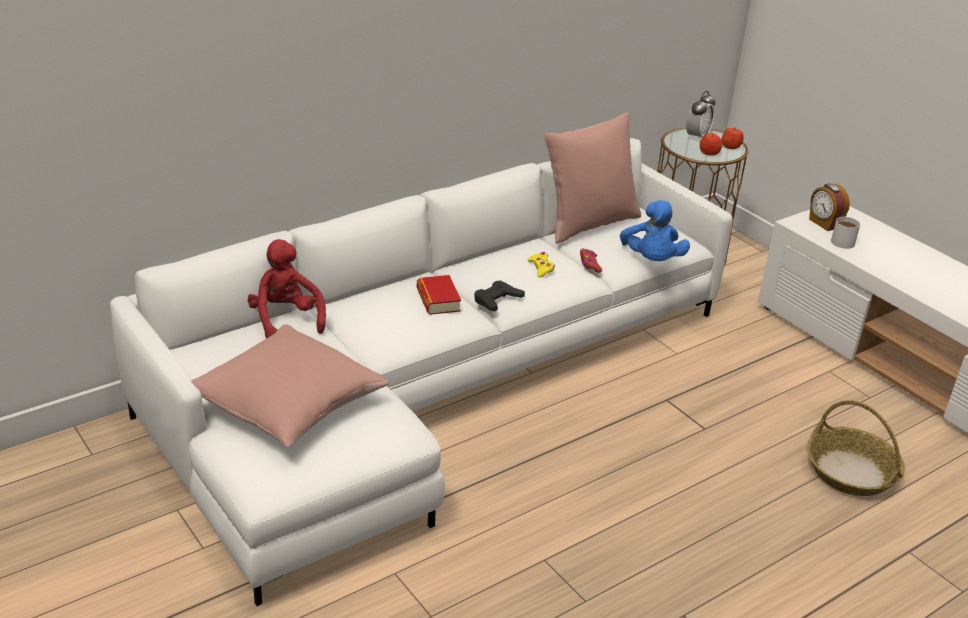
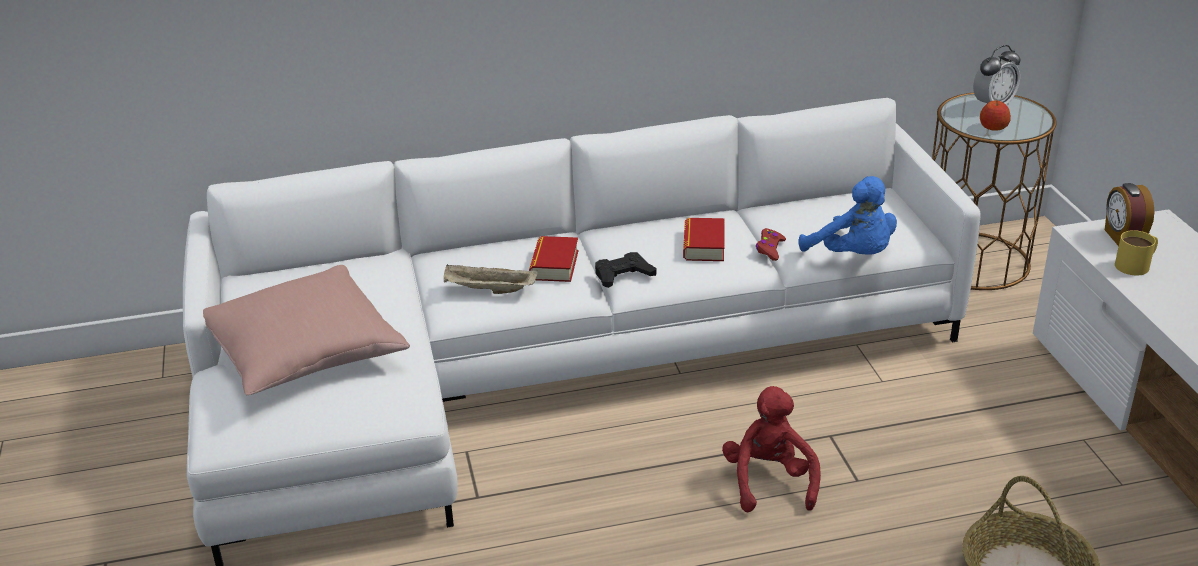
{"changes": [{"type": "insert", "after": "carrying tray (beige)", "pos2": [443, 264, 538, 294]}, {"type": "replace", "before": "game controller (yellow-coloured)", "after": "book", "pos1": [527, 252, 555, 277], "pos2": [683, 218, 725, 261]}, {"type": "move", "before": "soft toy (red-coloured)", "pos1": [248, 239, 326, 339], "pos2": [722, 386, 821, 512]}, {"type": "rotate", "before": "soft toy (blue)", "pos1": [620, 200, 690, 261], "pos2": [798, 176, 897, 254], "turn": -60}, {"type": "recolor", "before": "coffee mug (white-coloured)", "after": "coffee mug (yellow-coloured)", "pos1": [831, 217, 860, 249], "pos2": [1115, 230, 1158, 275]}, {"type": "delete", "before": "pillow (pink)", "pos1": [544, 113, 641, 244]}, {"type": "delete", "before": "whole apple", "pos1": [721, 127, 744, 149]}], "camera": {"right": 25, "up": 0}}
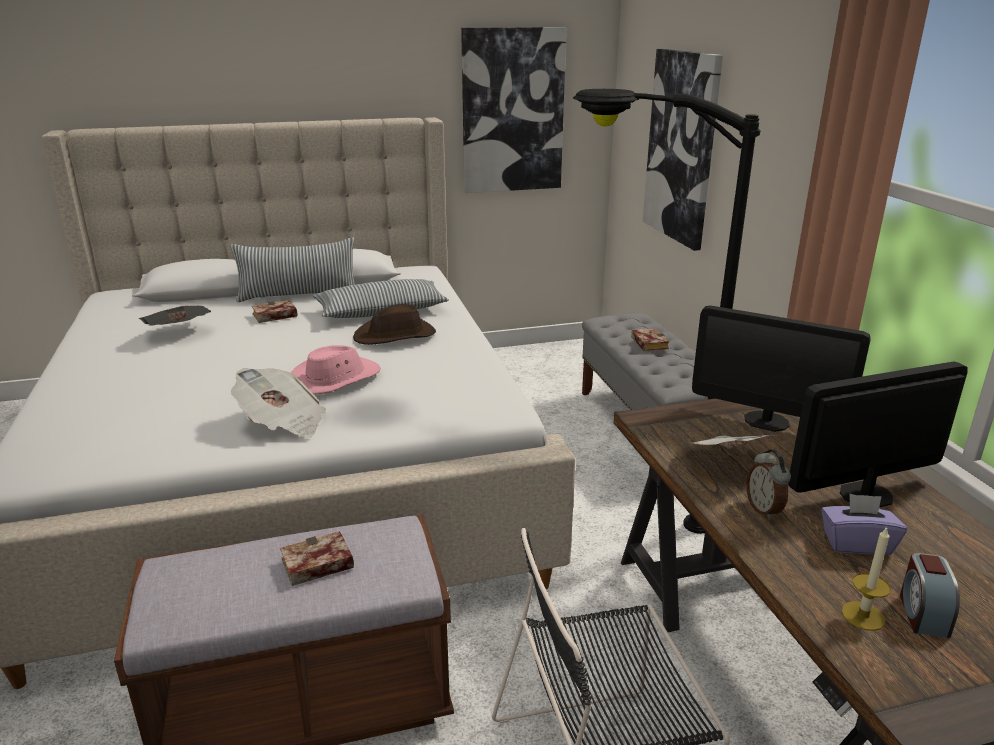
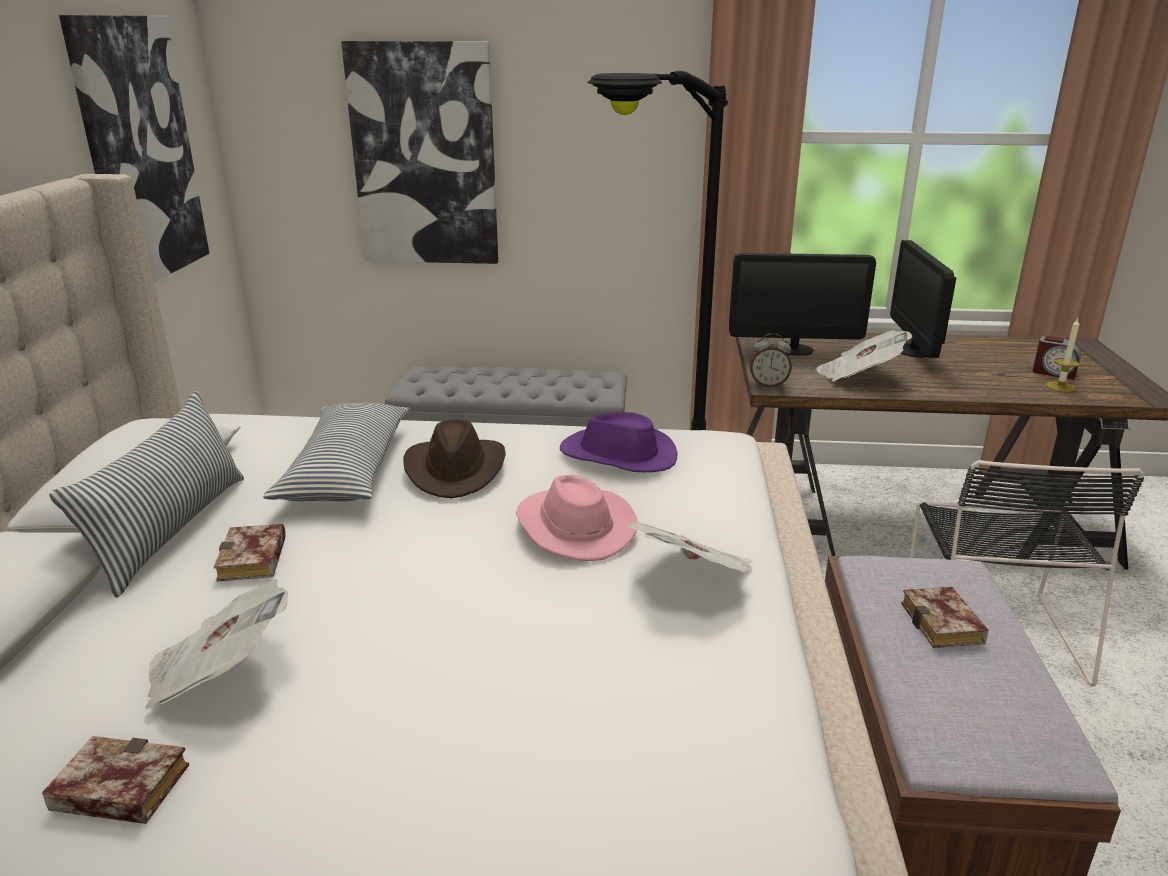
{"changes": [{"type": "move", "before": "book", "pos1": [631, 328, 669, 351], "pos2": [42, 736, 189, 824]}, {"type": "insert", "after": "hat (purple)", "pos2": [560, 412, 678, 472]}, {"type": "rotate", "before": "monitor", "pos1": [692, 305, 871, 432], "pos2": [729, 253, 876, 356], "turn": 45}, {"type": "move", "before": "table clock", "pos1": [746, 450, 791, 520], "pos2": [750, 333, 792, 387]}, {"type": "delete", "before": "tissue holder (purple)", "pos1": [821, 493, 907, 555]}], "camera": {"right": -70, "up": 0}}
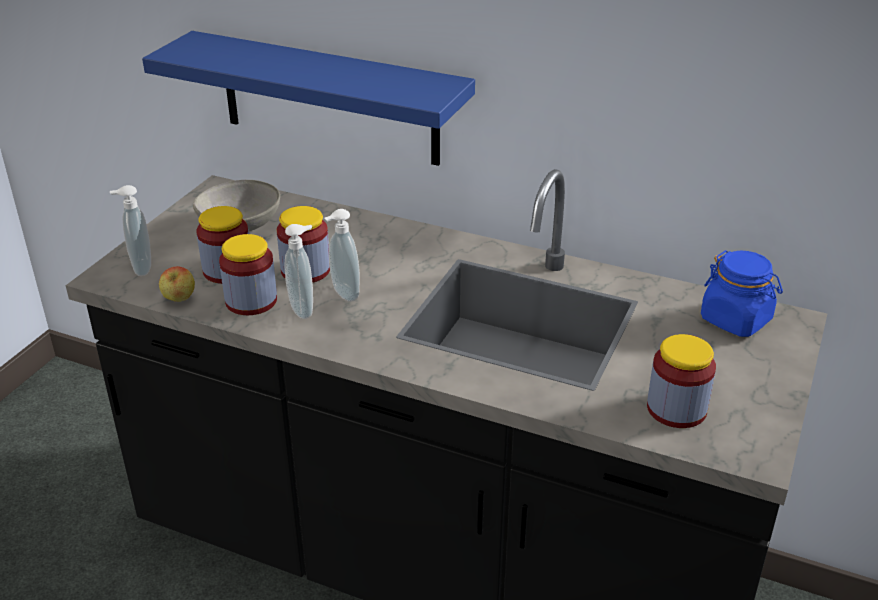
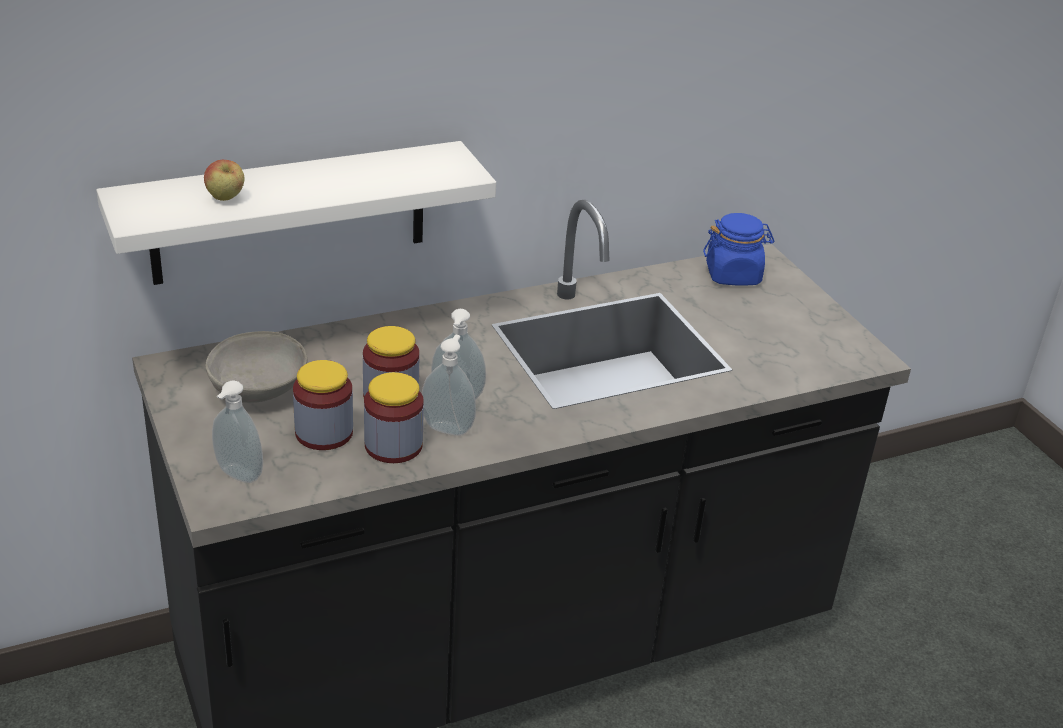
{"changes": [{"type": "recolor", "before": "shelf (blue)", "after": "shelf (white-coloured)", "pos1": [142, 31, 475, 166], "pos2": [96, 141, 496, 285]}, {"type": "move", "before": "whole apple", "pos1": [159, 266, 195, 302], "pos2": [204, 160, 245, 201]}, {"type": "delete", "before": "storage jar", "pos1": [647, 334, 716, 428]}], "camera": {"right": -50, "up": 0}}
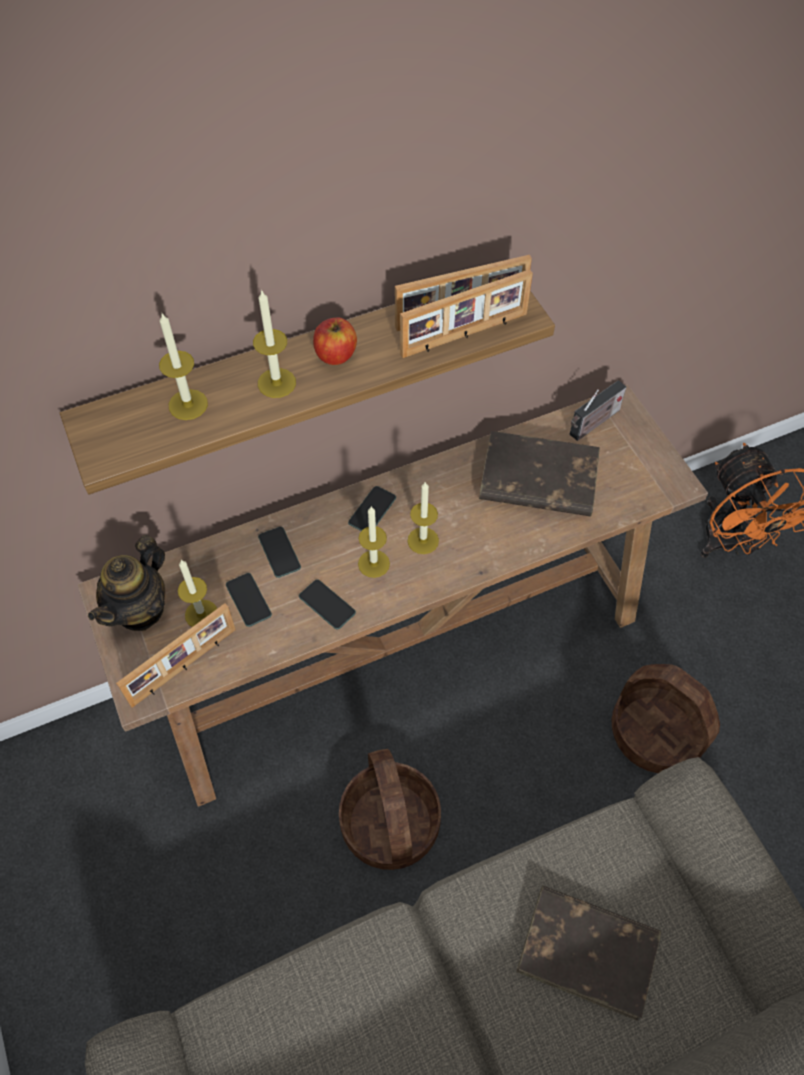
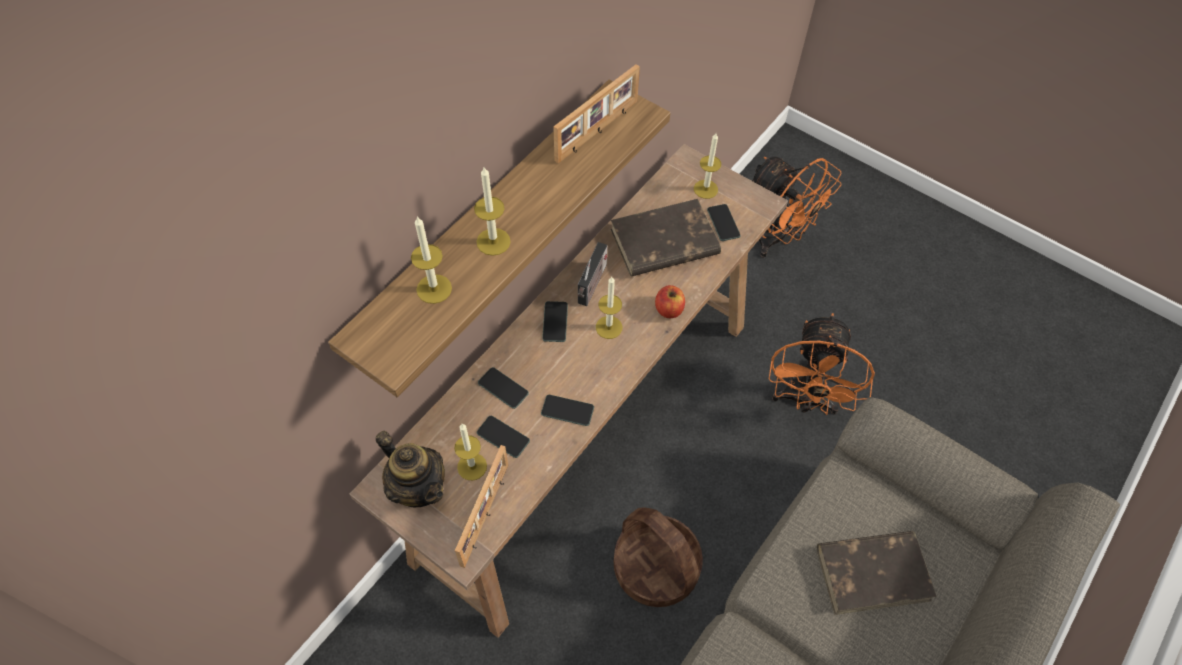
{"changes": [{"type": "rotate", "before": "teapot", "pos1": [88, 535, 165, 631], "pos2": [376, 431, 445, 507], "turn": -45}, {"type": "move", "before": "radio receiver", "pos1": [570, 380, 626, 441], "pos2": [578, 242, 608, 306]}, {"type": "move", "before": "whole apple", "pos1": [313, 317, 357, 365], "pos2": [655, 285, 685, 318]}, {"type": "move", "before": "candle", "pos1": [358, 507, 390, 578], "pos2": [694, 133, 721, 199]}, {"type": "insert", "after": "handset", "pos2": [707, 204, 741, 241]}, {"type": "replace", "before": "household basket", "after": "fan (orange)", "pos1": [612, 664, 720, 773], "pos2": [769, 313, 875, 415]}, {"type": "delete", "before": "photo frame", "pos1": [400, 269, 533, 358]}], "camera": {"right": -30, "up": 0}}
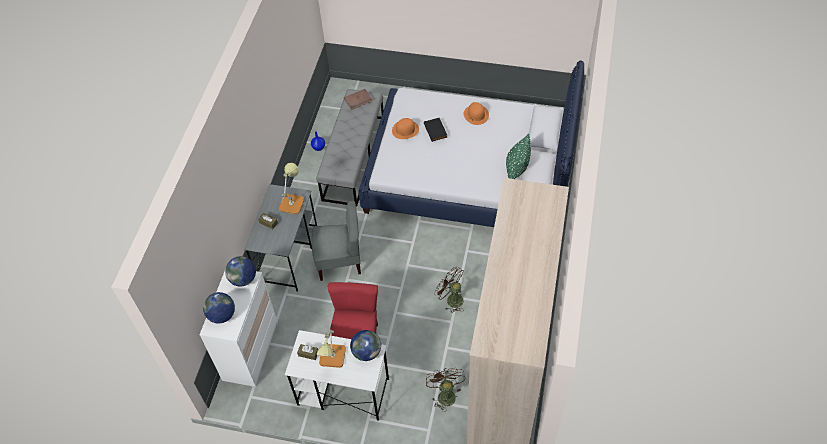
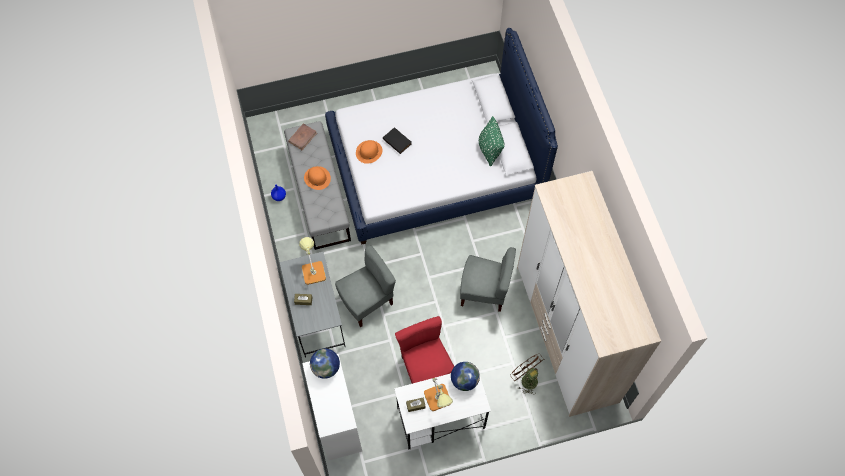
{"changes": [{"type": "move", "before": "hat (orange)", "pos1": [463, 102, 489, 125], "pos2": [304, 166, 331, 190]}, {"type": "replace", "before": "fan (brownish)", "after": "chair (greyish)", "pos1": [434, 267, 464, 313], "pos2": [460, 247, 516, 312]}, {"type": "delete", "before": "world globe", "pos1": [203, 292, 235, 324]}], "camera": {"right": -30, "up": 10}}
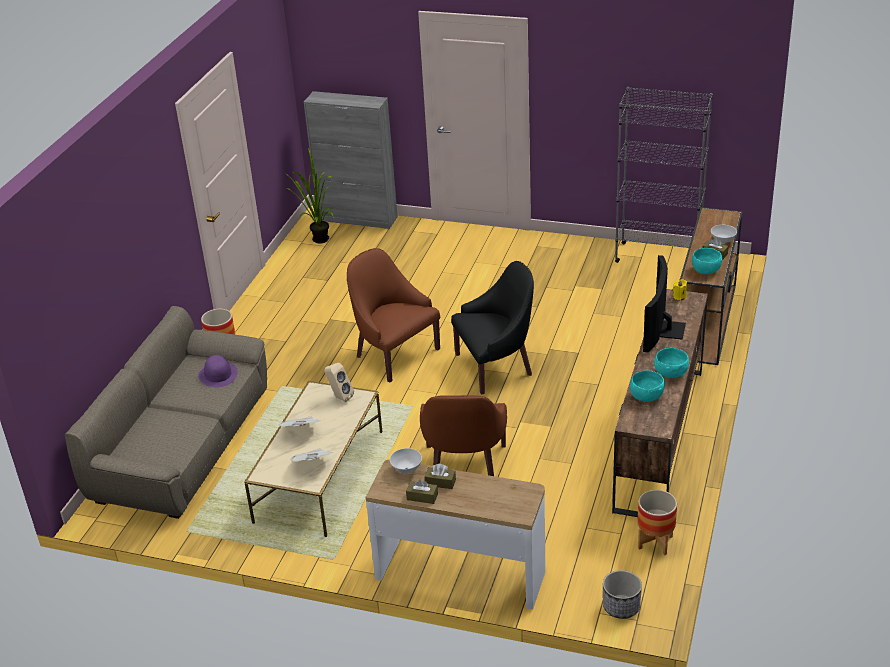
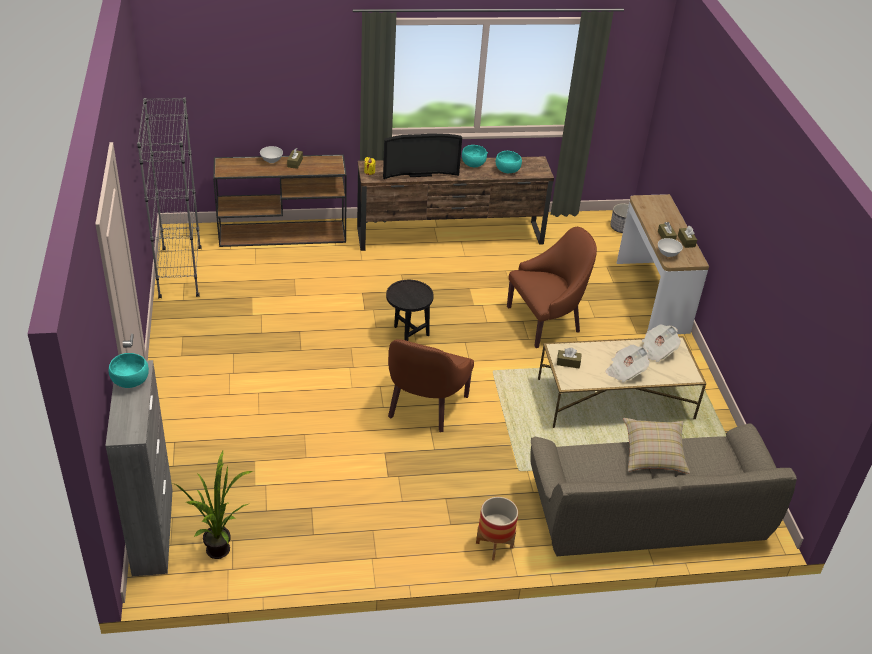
{"changes": [{"type": "move", "before": "bowl (turquoise)", "pos1": [692, 248, 722, 274], "pos2": [109, 353, 149, 388]}, {"type": "replace", "before": "armchair (blackish)", "after": "side table (blackish)", "pos1": [451, 261, 534, 395], "pos2": [386, 280, 434, 341]}, {"type": "replace", "before": "audio speaker (beige)", "after": "tissue holder (brownish)", "pos1": [324, 363, 354, 402], "pos2": [557, 348, 582, 368]}, {"type": "insert", "after": "pillow (beige)", "pos2": [623, 418, 690, 474]}, {"type": "delete", "before": "hat (purple)", "pos1": [198, 355, 238, 388]}, {"type": "delete", "before": "flower pot", "pos1": [637, 490, 677, 555]}], "camera": {"right": -120, "up": 5}}
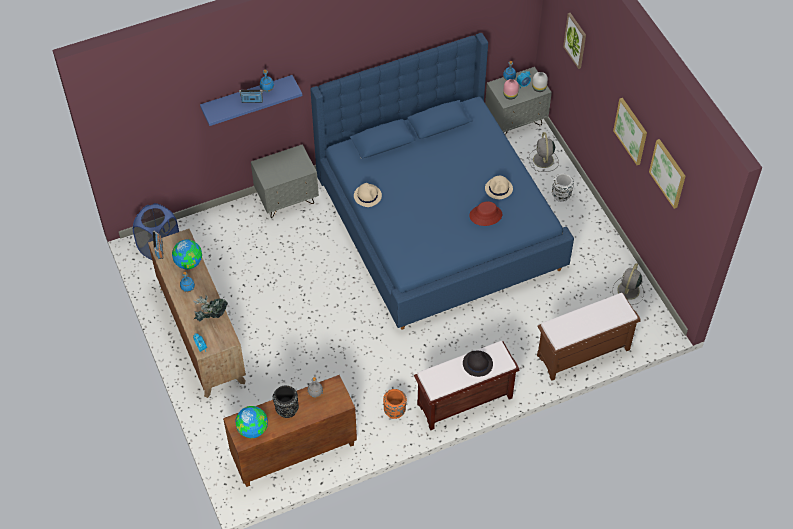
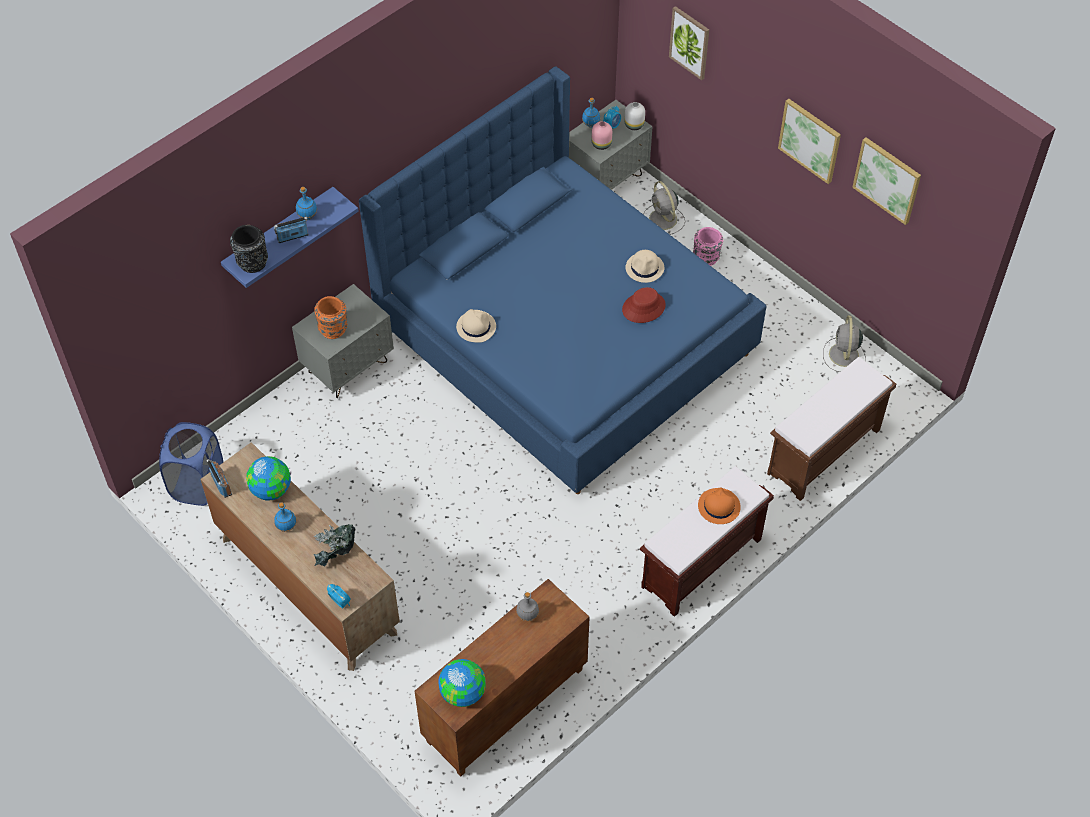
{"changes": [{"type": "move", "before": "flower vase (blackish)", "pos1": [273, 386, 299, 418], "pos2": [230, 225, 268, 273]}, {"type": "move", "before": "flower vase (orange)", "pos1": [383, 389, 407, 419], "pos2": [314, 296, 347, 339]}, {"type": "recolor", "before": "flower vase (white-coloured)", "after": "flower vase (pink)", "pos1": [552, 173, 574, 202], "pos2": [693, 227, 723, 266]}, {"type": "recolor", "before": "hat (blackish)", "after": "hat (orange)", "pos1": [463, 351, 493, 377], "pos2": [698, 488, 741, 524]}], "camera": {"right": -20, "up": 0}}
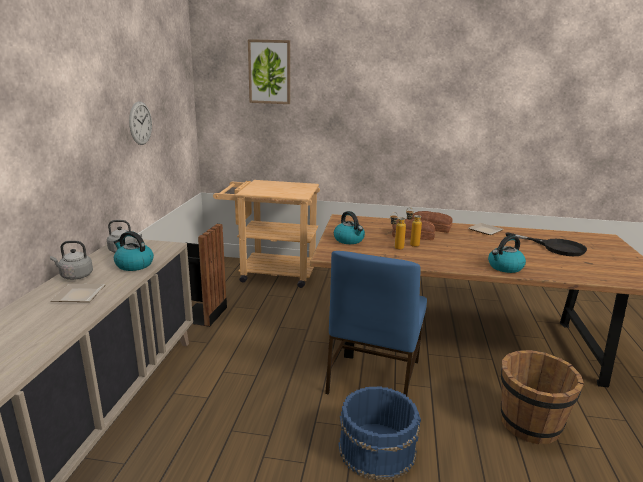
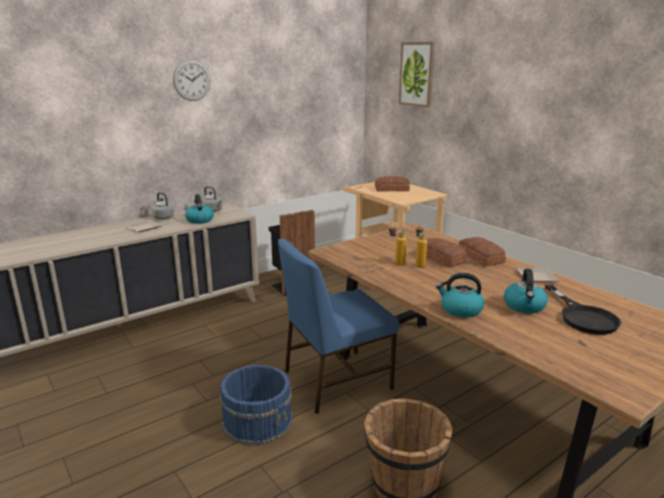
{"changes": [{"type": "move", "before": "clock on the wall", "pos1": [129, 101, 152, 145], "pos2": [173, 60, 211, 101]}, {"type": "insert", "after": "bakery bread", "pos2": [375, 176, 410, 191]}, {"type": "move", "before": "kettle", "pos1": [334, 211, 365, 244], "pos2": [504, 269, 548, 314]}], "camera": {"right": 45, "up": 0}}
